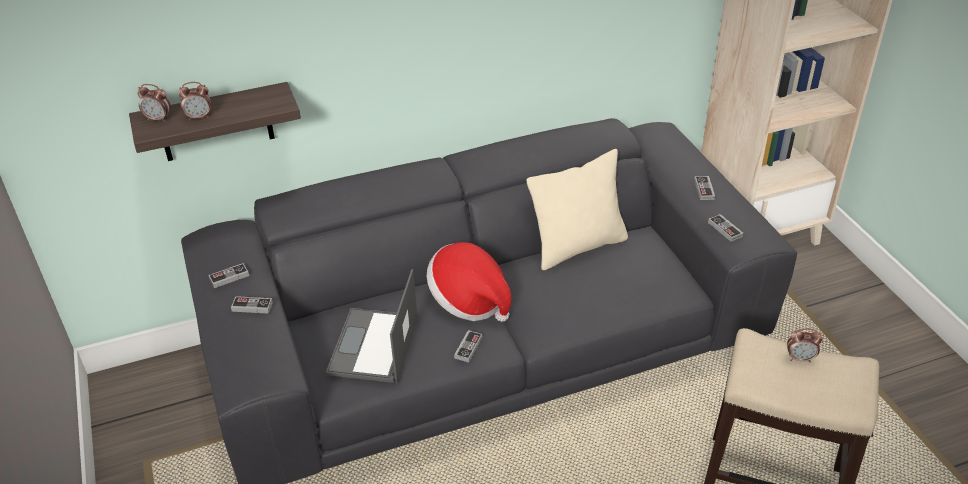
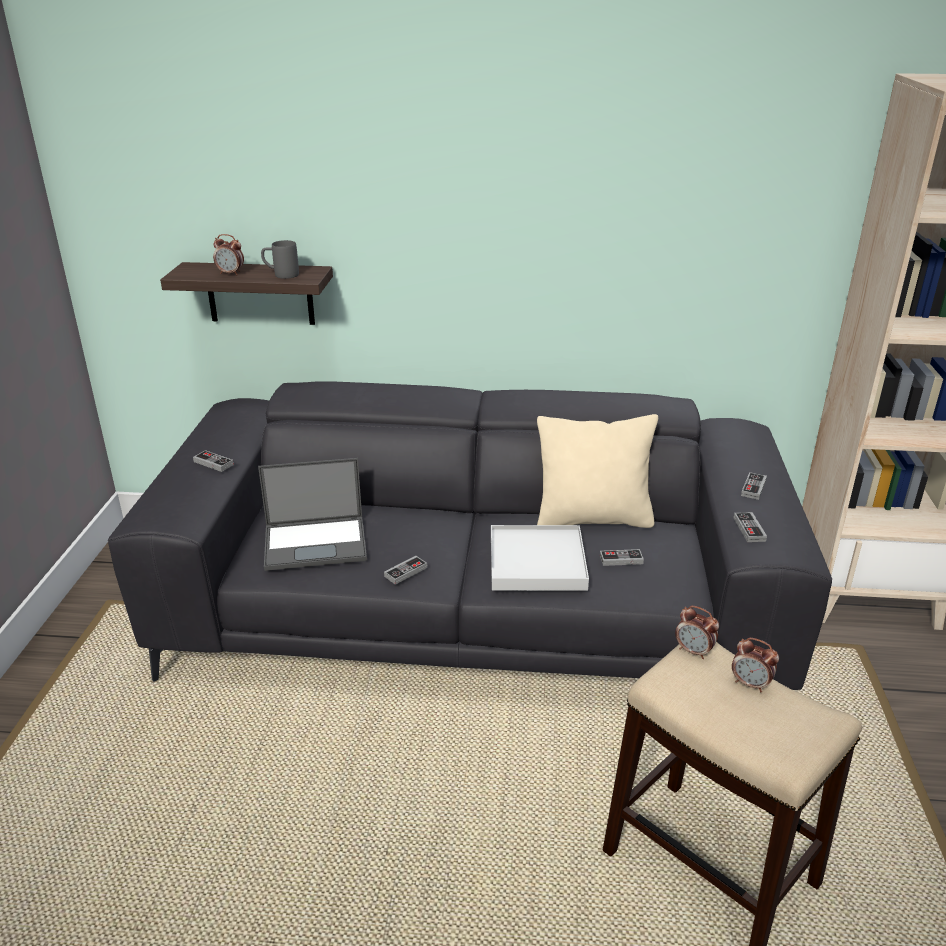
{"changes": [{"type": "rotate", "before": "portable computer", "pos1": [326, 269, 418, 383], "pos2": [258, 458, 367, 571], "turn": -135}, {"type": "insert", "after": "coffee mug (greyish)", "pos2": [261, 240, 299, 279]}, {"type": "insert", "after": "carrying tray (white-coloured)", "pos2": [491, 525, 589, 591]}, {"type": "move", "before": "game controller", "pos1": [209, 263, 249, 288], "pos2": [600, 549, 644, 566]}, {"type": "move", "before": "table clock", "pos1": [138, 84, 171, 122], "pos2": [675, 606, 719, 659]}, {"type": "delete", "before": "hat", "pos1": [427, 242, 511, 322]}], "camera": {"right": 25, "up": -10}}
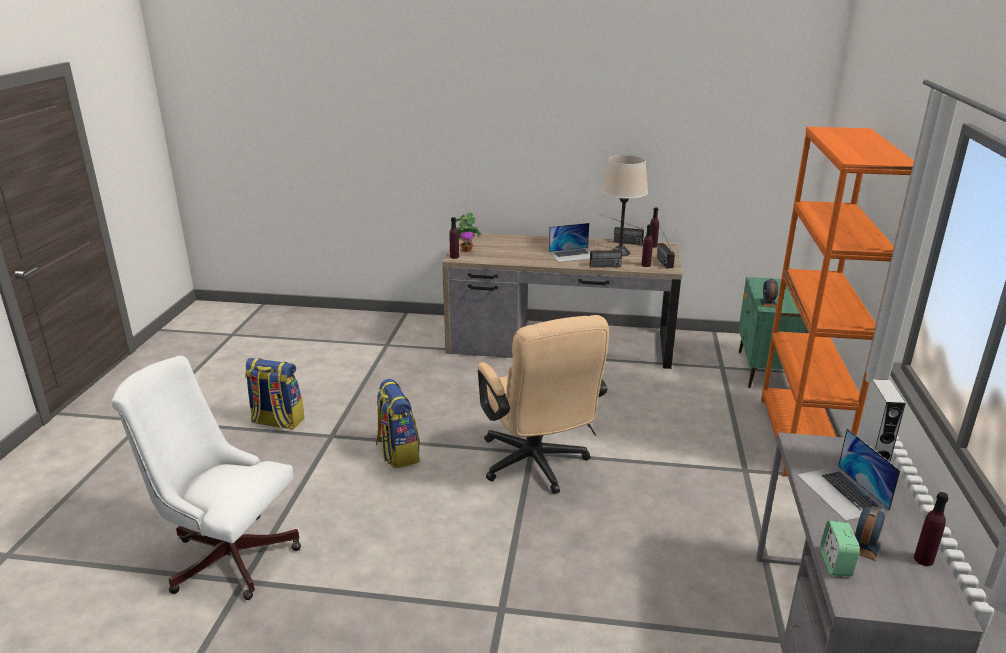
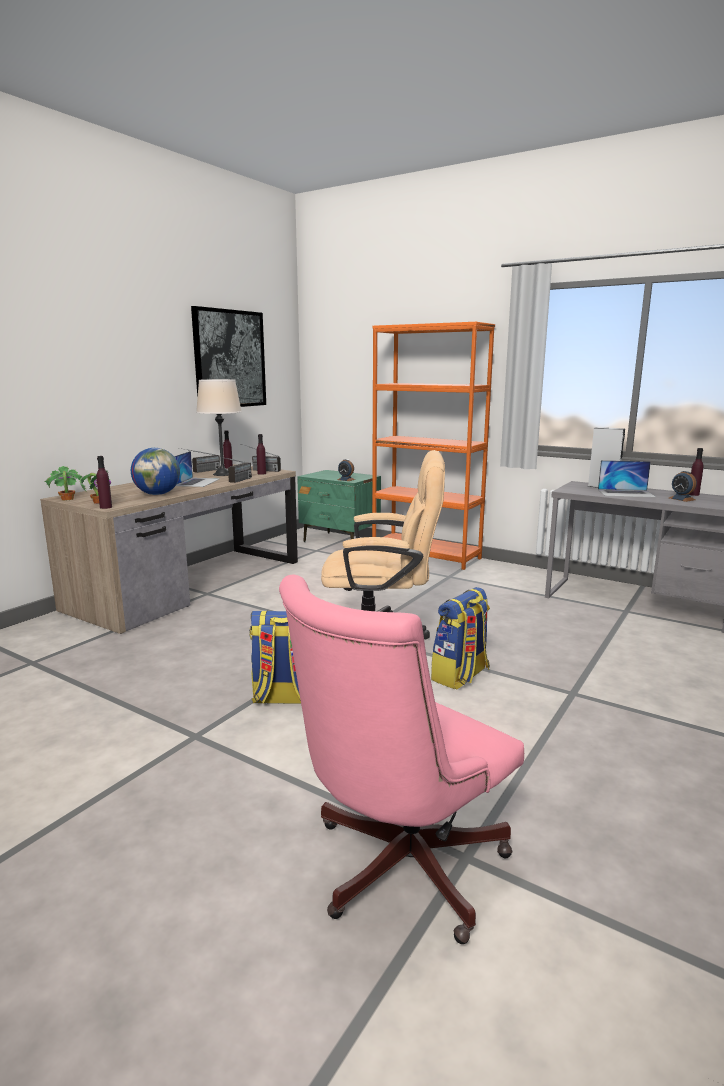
{"changes": [{"type": "insert", "after": "world globe", "pos2": [131, 448, 180, 495]}, {"type": "insert", "after": "wall art", "pos2": [191, 306, 266, 407]}, {"type": "recolor", "before": "computer chair (white-coloured)", "after": "computer chair (pink)", "pos1": [111, 356, 301, 600], "pos2": [279, 574, 524, 944]}, {"type": "move", "before": "knapsack", "pos1": [245, 358, 304, 430], "pos2": [431, 587, 490, 690]}, {"type": "delete", "before": "table clock", "pos1": [820, 521, 860, 577]}], "camera": {"right": -65, "up": -10}}
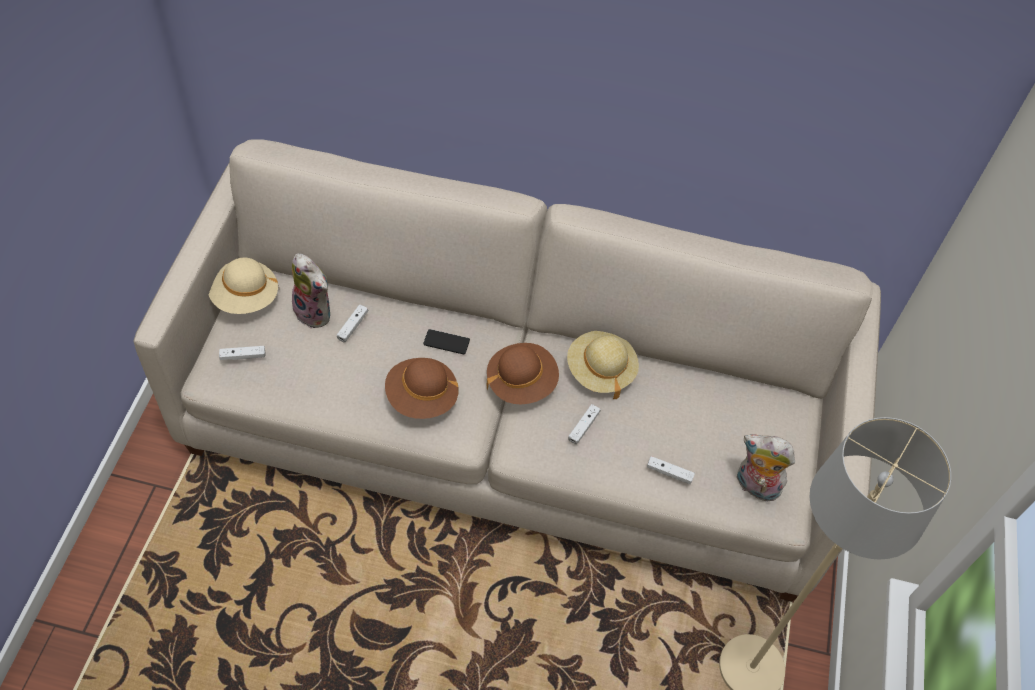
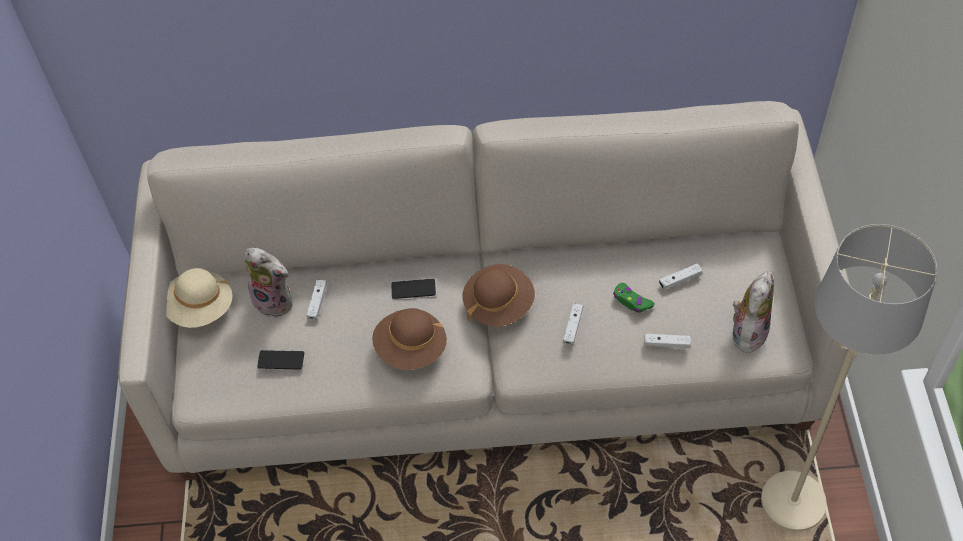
{"changes": [{"type": "insert", "after": "handset", "pos2": [257, 350, 304, 369]}, {"type": "insert", "after": "game controller (greenish)", "pos2": [613, 283, 655, 313]}, {"type": "move", "before": "game controller (white-coloured)", "pos1": [219, 346, 265, 360], "pos2": [659, 264, 702, 290]}, {"type": "rotate", "before": "soft toy", "pos1": [737, 434, 795, 501], "pos2": [733, 271, 774, 357], "turn": 105}, {"type": "delete", "before": "hat (beige)", "pos1": [567, 331, 639, 399]}], "camera": {"right": -10, "up": 0}}
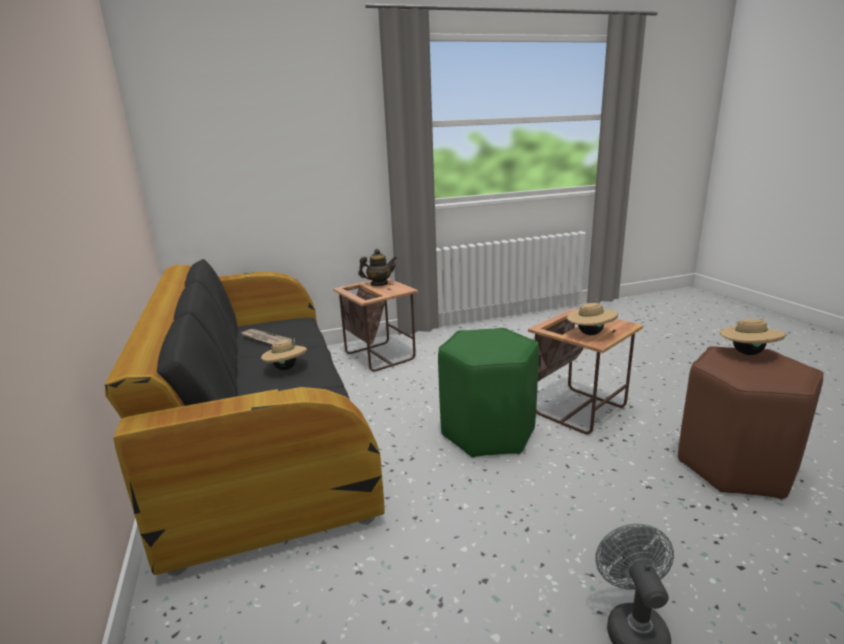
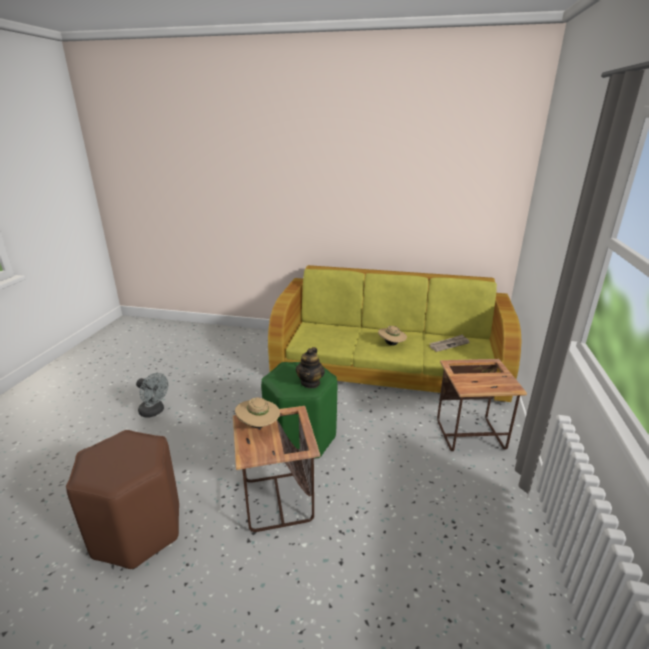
{"changes": [{"type": "recolor", "before": "couch (blackish)", "after": "couch (greenish)", "pos1": [105, 259, 385, 576], "pos2": [268, 265, 521, 405]}, {"type": "move", "before": "teapot", "pos1": [358, 249, 397, 286], "pos2": [296, 347, 325, 388]}, {"type": "delete", "before": "hat (beige)", "pos1": [720, 316, 786, 355]}], "camera": {"right": 120, "up": 5}}
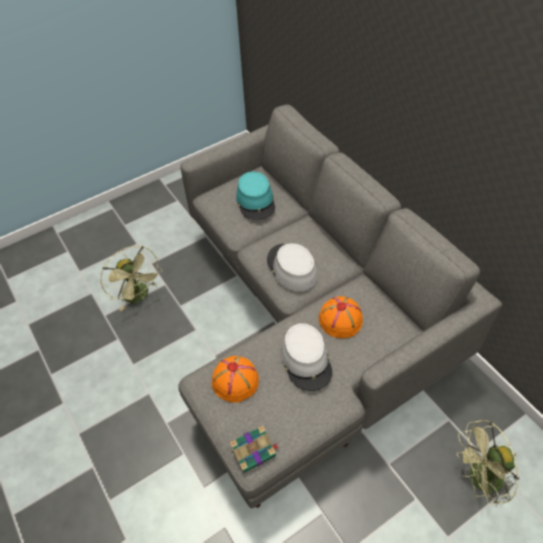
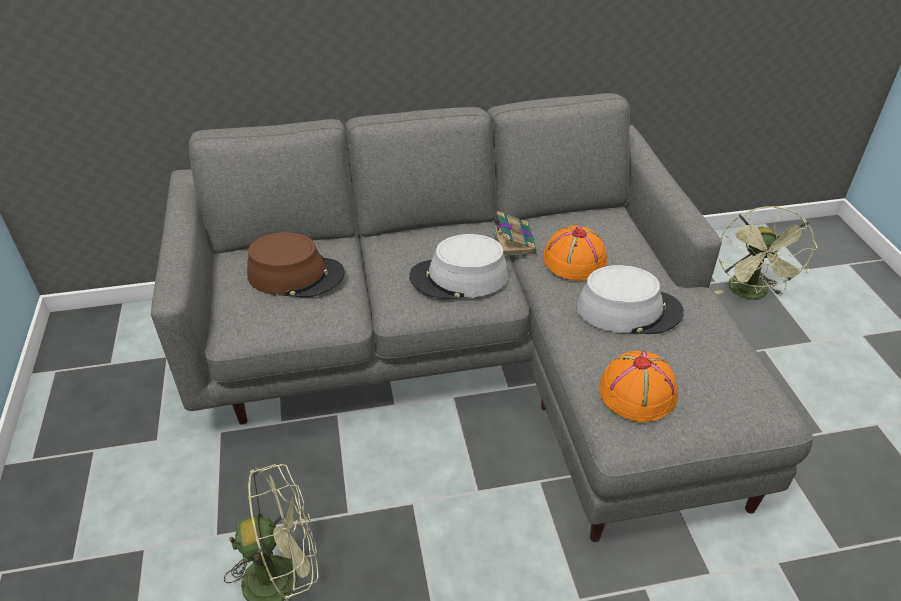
{"changes": [{"type": "recolor", "before": "hat (turquoise)", "after": "hat (brownish)", "pos1": [236, 172, 275, 220], "pos2": [247, 232, 345, 297]}, {"type": "move", "before": "book", "pos1": [230, 425, 279, 473], "pos2": [493, 211, 536, 257]}], "camera": {"right": -70, "up": -10}}
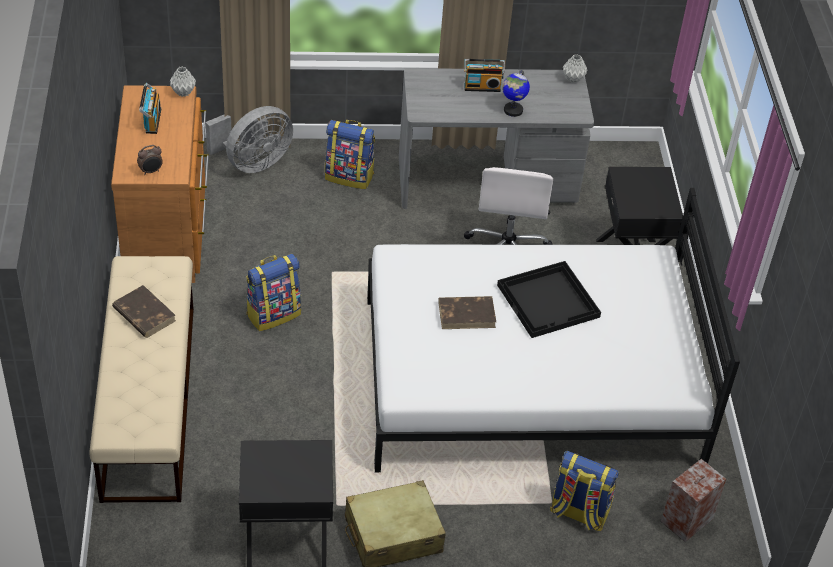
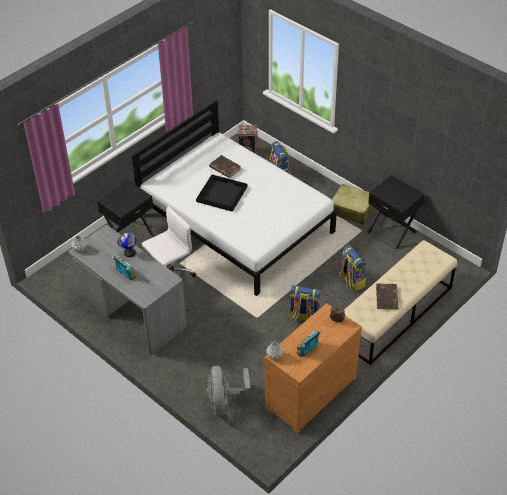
{"changes": [{"type": "rotate", "before": "fan (greyish)", "pos1": [206, 106, 293, 173], "pos2": [207, 366, 251, 416], "turn": -105}, {"type": "move", "before": "book (brownish)", "pos1": [438, 296, 496, 329], "pos2": [209, 155, 241, 178]}, {"type": "move", "before": "knapsack", "pos1": [325, 120, 375, 189], "pos2": [339, 245, 366, 292]}], "camera": {"right": -130, "up": 0}}
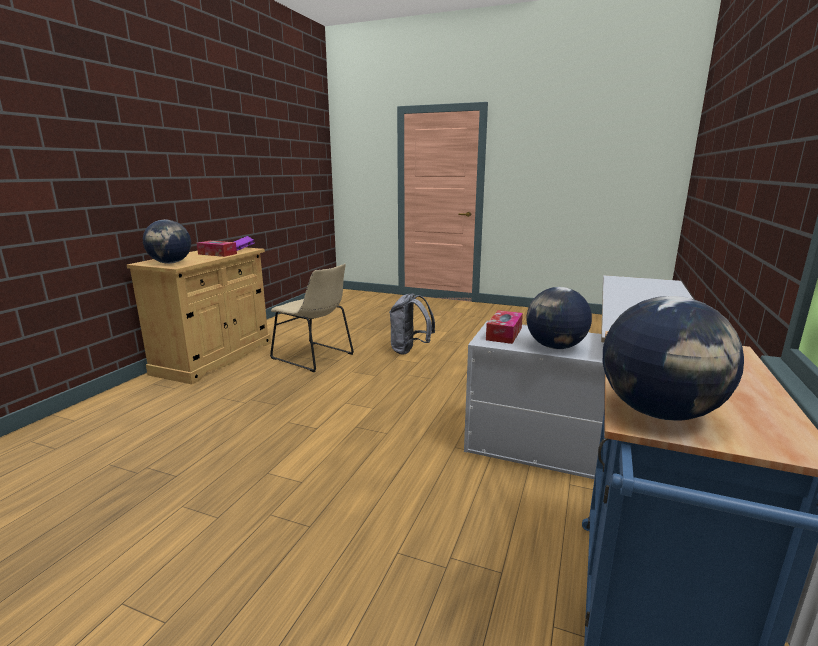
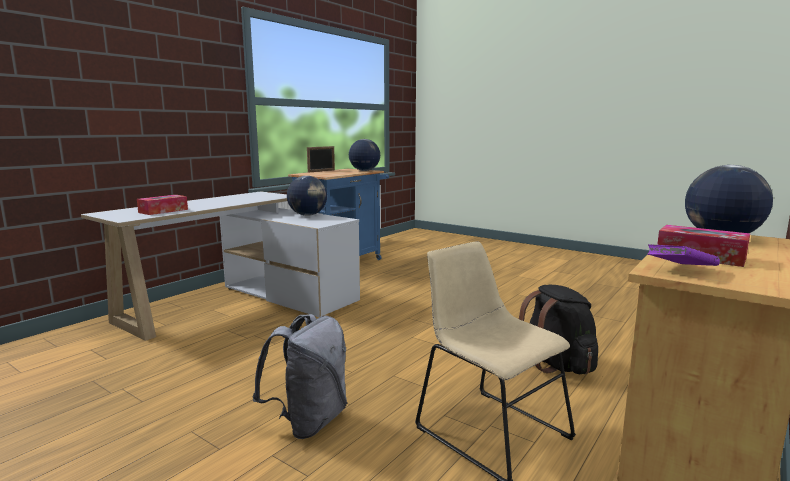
{"changes": [{"type": "move", "before": "tissue holder", "pos1": [486, 310, 523, 344], "pos2": [137, 195, 188, 215]}, {"type": "insert", "after": "photo frame", "pos2": [307, 146, 335, 173]}, {"type": "insert", "after": "knapsack (blackish)", "pos2": [519, 285, 598, 374]}], "camera": {"right": -165, "up": -5}}
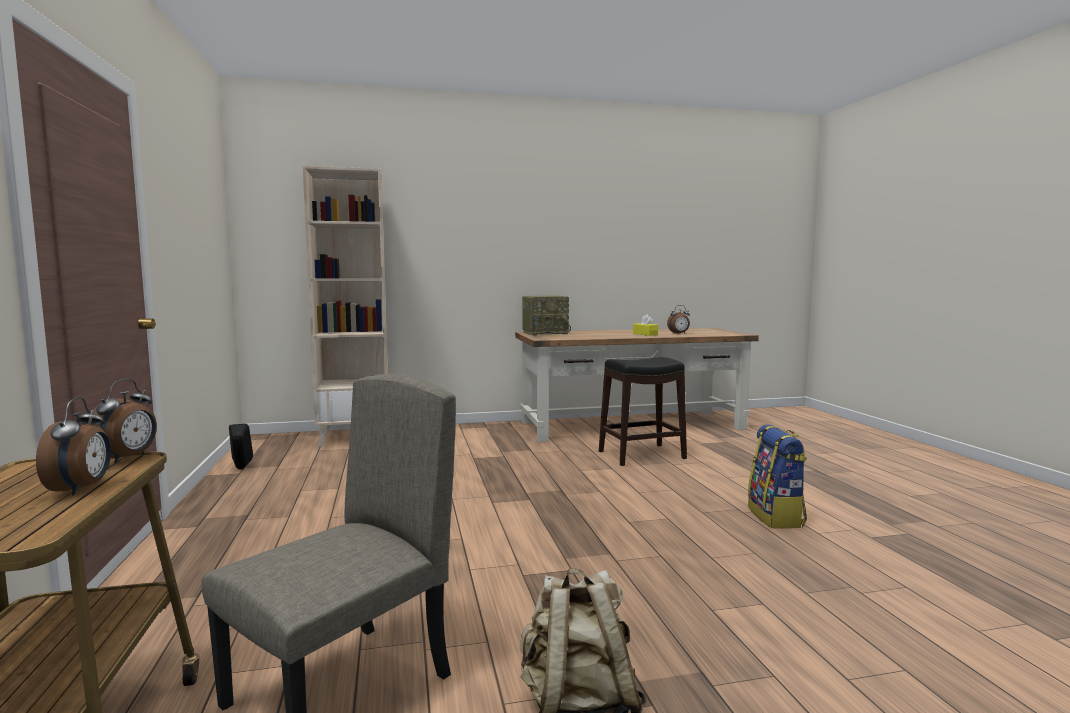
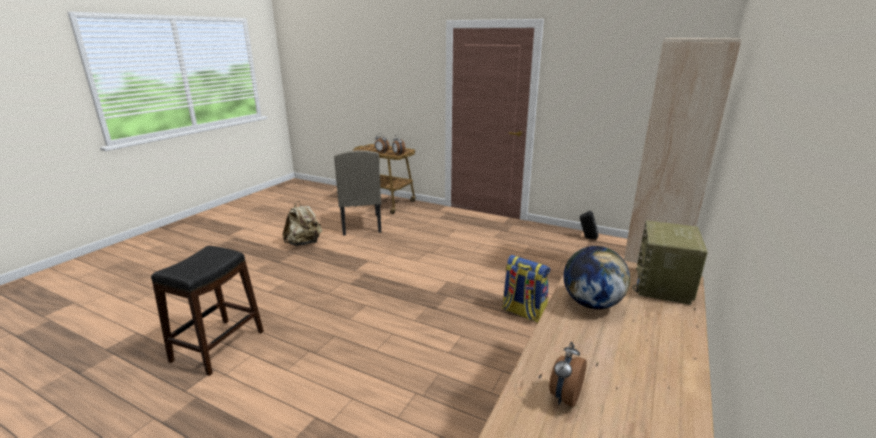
{"changes": [{"type": "move", "before": "sitting stool (blackish)", "pos1": [599, 357, 687, 466], "pos2": [151, 246, 264, 376]}, {"type": "move", "before": "knapsack", "pos1": [748, 425, 807, 529], "pos2": [502, 255, 550, 323]}, {"type": "insert", "after": "world globe", "pos2": [564, 246, 630, 309]}, {"type": "delete", "before": "tissue holder (yellow-coloured)", "pos1": [633, 314, 658, 336]}], "camera": {"right": 130, "up": 15}}
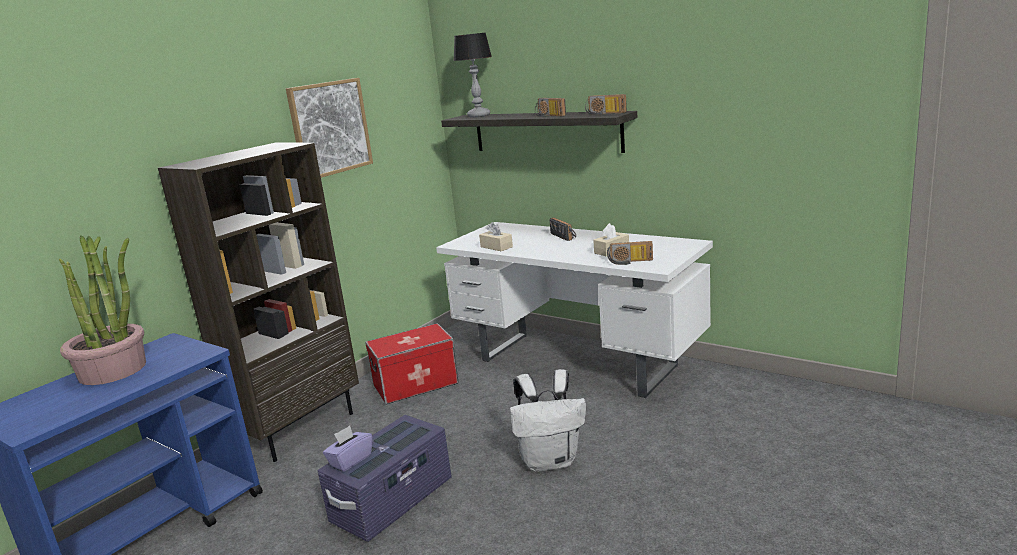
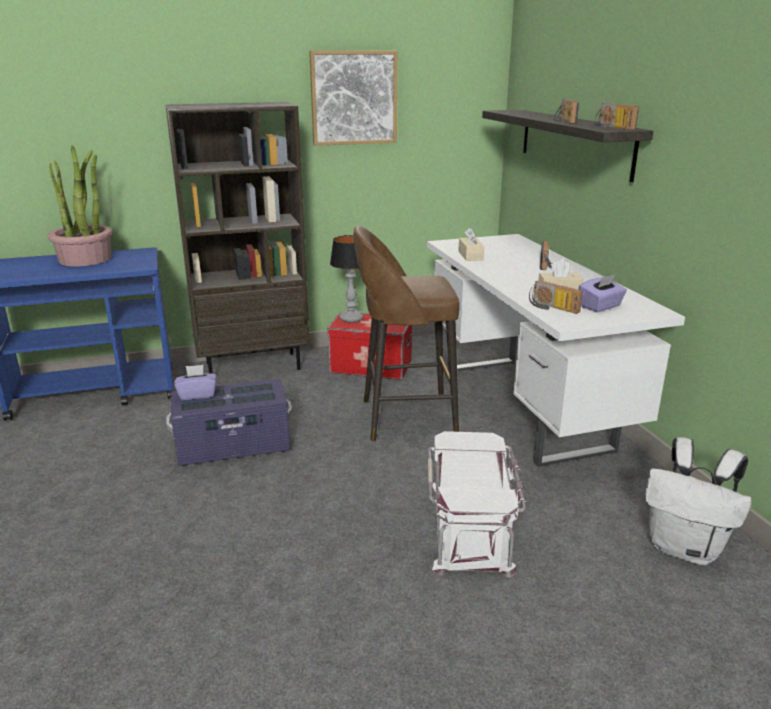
{"changes": [{"type": "move", "before": "table lamp", "pos1": [453, 33, 492, 117], "pos2": [330, 235, 364, 322]}, {"type": "insert", "after": "sitting stool (brownish)", "pos2": [354, 226, 460, 442]}, {"type": "insert", "after": "storage box (white-coloured)", "pos2": [428, 431, 526, 578]}, {"type": "insert", "after": "tissue holder (purple)", "pos2": [579, 275, 627, 312]}, {"type": "move", "before": "knapsack (white-coloured)", "pos1": [510, 369, 586, 472], "pos2": [644, 437, 752, 565]}], "camera": {"right": 35, "up": 5}}
